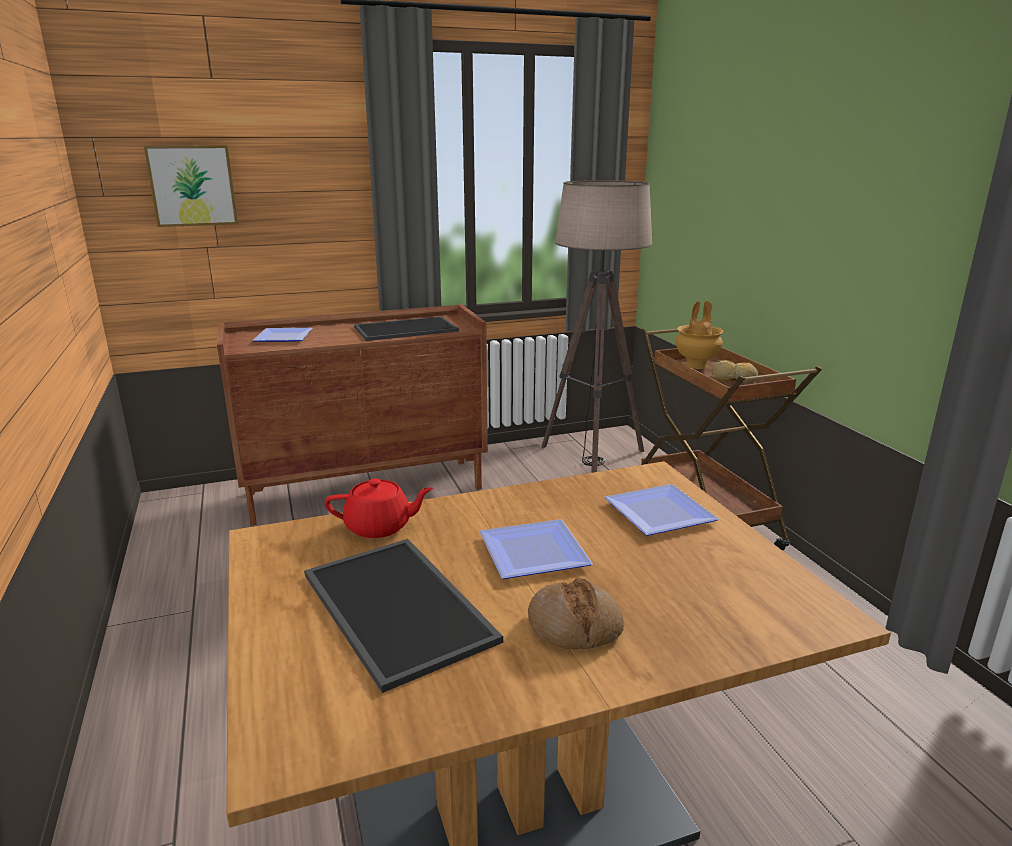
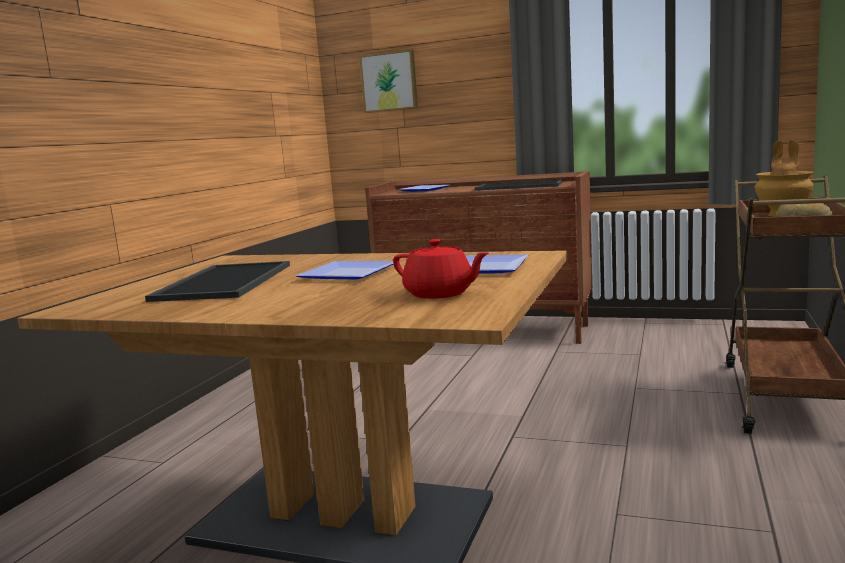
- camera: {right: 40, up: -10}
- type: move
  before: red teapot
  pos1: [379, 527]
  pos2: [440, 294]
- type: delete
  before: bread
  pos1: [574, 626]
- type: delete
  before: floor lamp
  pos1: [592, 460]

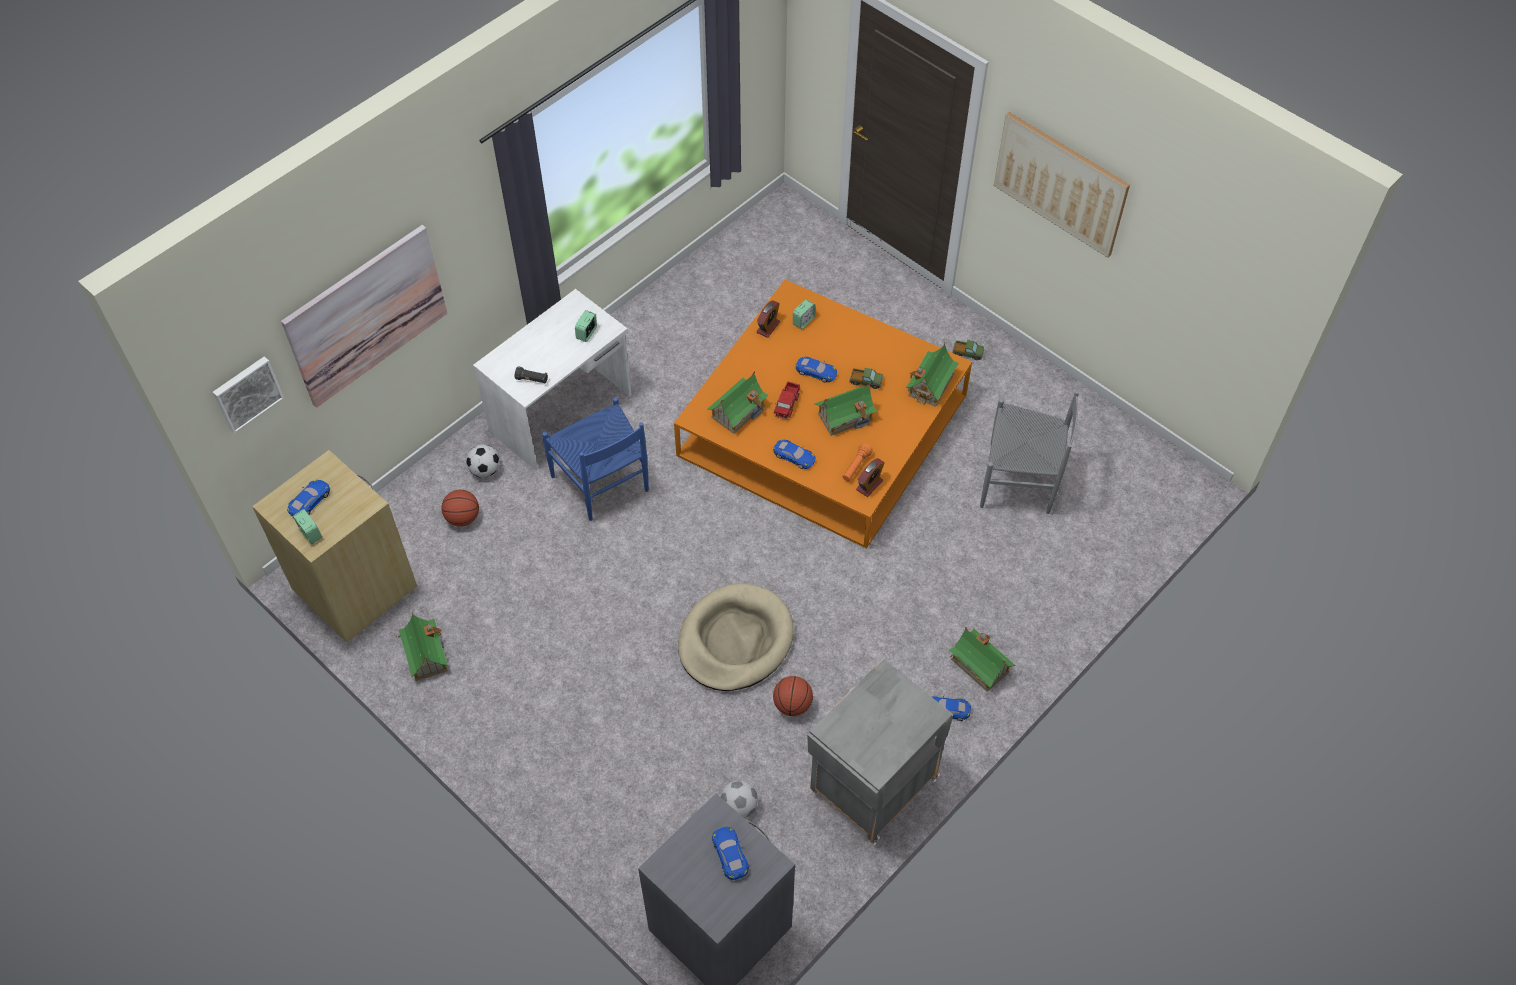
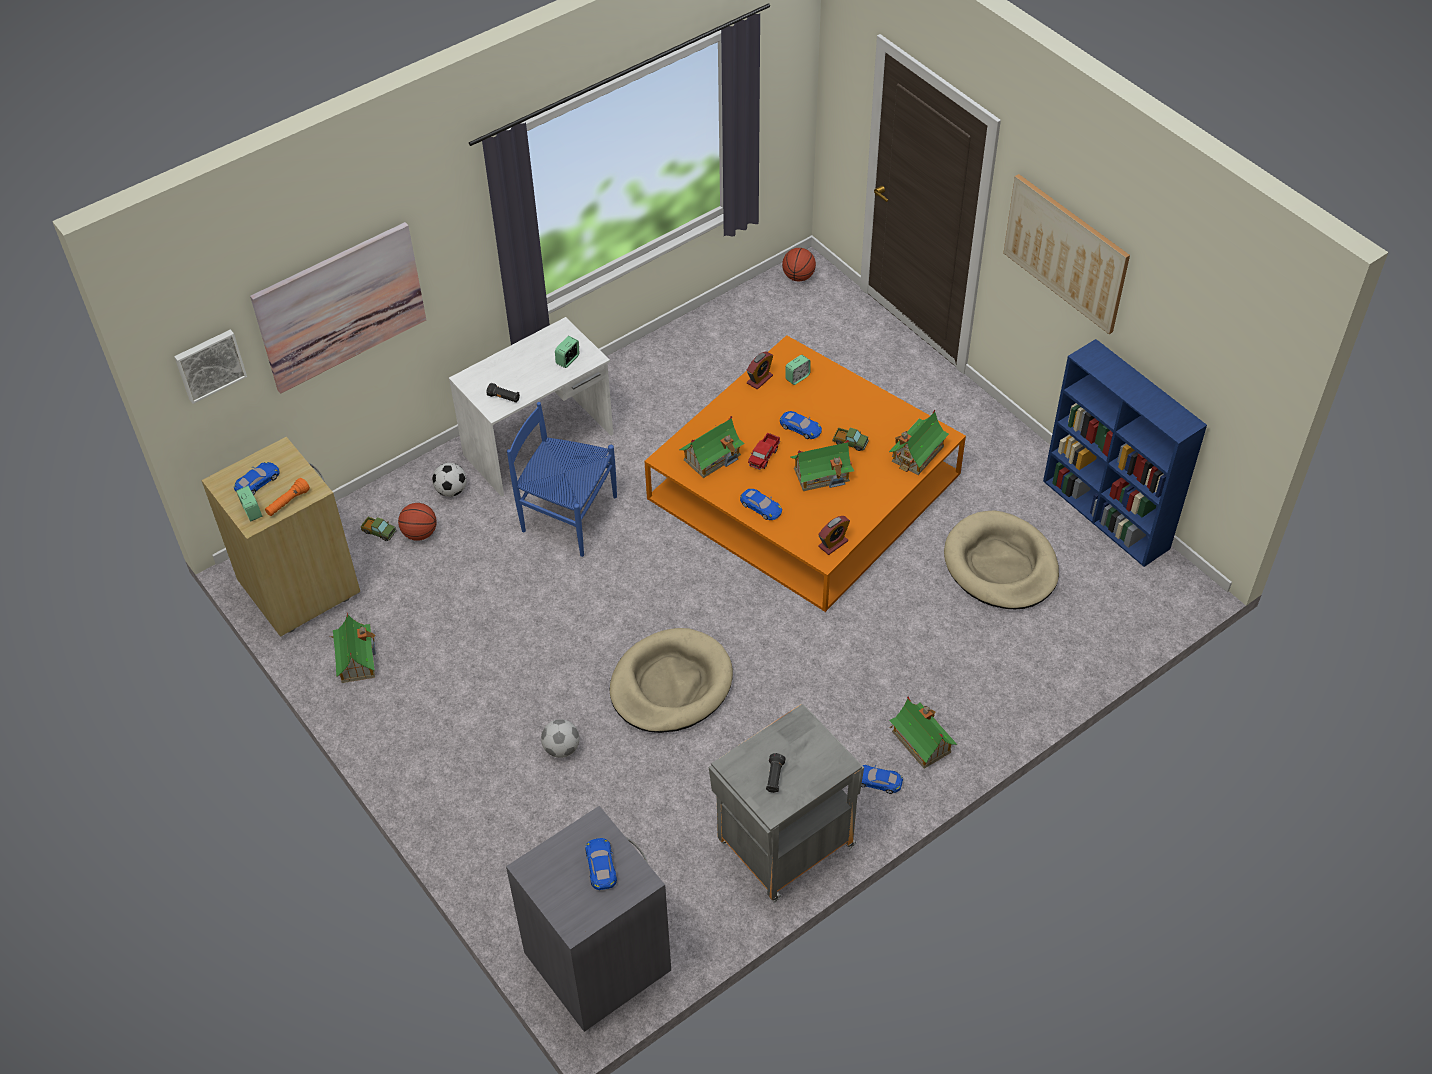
- camera: {right: 10, up: -5}
- type: move
  before: orange flashlight
  pos1: [856, 467]
  pos2: [288, 503]
- type: move
  before: toy truck
  pos1: [967, 353]
  pos2: [379, 532]
- type: rotate
  before: blue chair
  pos1: [603, 483]
  pos2: [567, 516]
  turn: 135
- type: move
  before: football
  pos1: [739, 807]
  pos2: [561, 748]
- type: insert
  after: black flashlight
  pos2: [774, 778]
- type: move
  before: basketball
  pos1: [792, 705]
  pos2: [798, 277]
- type: replace
  before: grey chair
  after: beige dog bed
  pos1: [1020, 481]
  pos2: [1000, 565]
- type: insert
  after: blue bookcase
  pos2: [1107, 515]

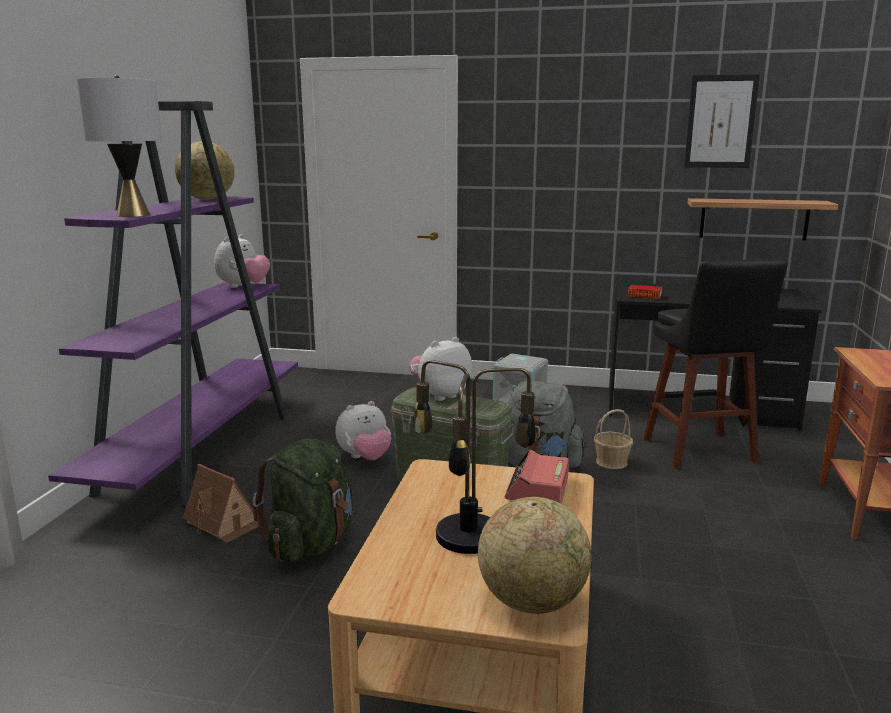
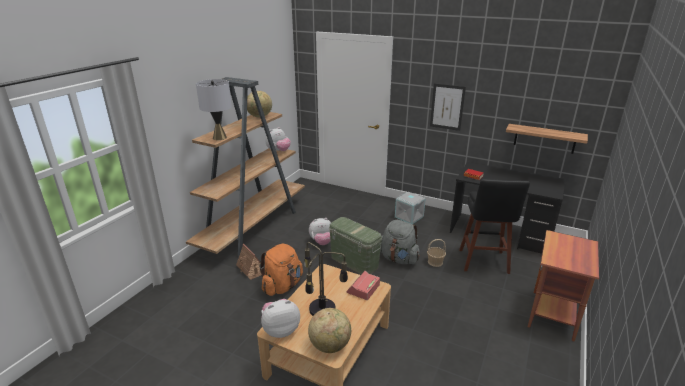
- camera: {right: 15, up: 10}
- type: recolor
  before: purple bookcase
  after: brown bookcase
  pos1: [201, 450]
  pos2: [253, 227]
- type: recolor
  before: green backpack
  after: orange backpack
  pos1: [311, 544]
  pos2: [282, 286]
- type: move
  before: plush toy
  pos1: [440, 395]
  pos2: [280, 330]
- type: move
  before: picture
  pos1: [720, 122]
  pos2: [447, 107]

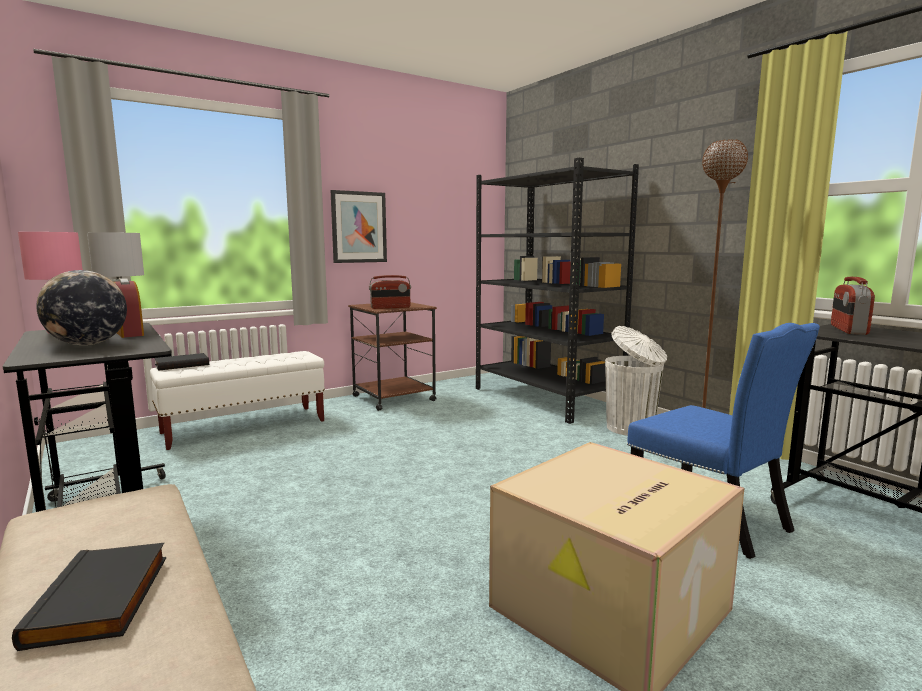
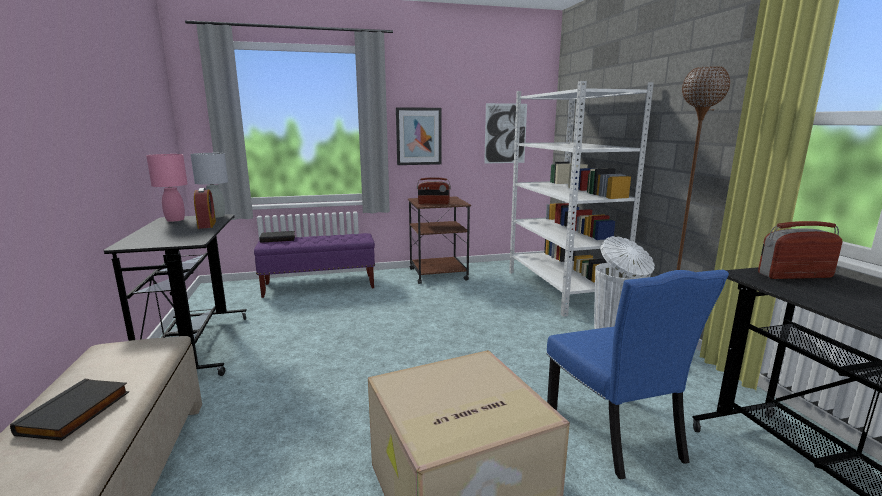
- camera: {right: 20, up: 5}
- type: recolor
  before: white bench
  after: purple bench
  pos1: [245, 427]
  pos2: [319, 286]
- type: insert
  after: picture
  pos2: [505, 133]
- type: recolor
  before: black bookcase
  after: white bookcase
  pos1: [545, 398]
  pos2: [561, 289]
- type: rotate
  before: radio
  pos1: [848, 330]
  pos2: [794, 275]
  turn: 45
- type: delete
  before: globe
  pos1: [87, 344]

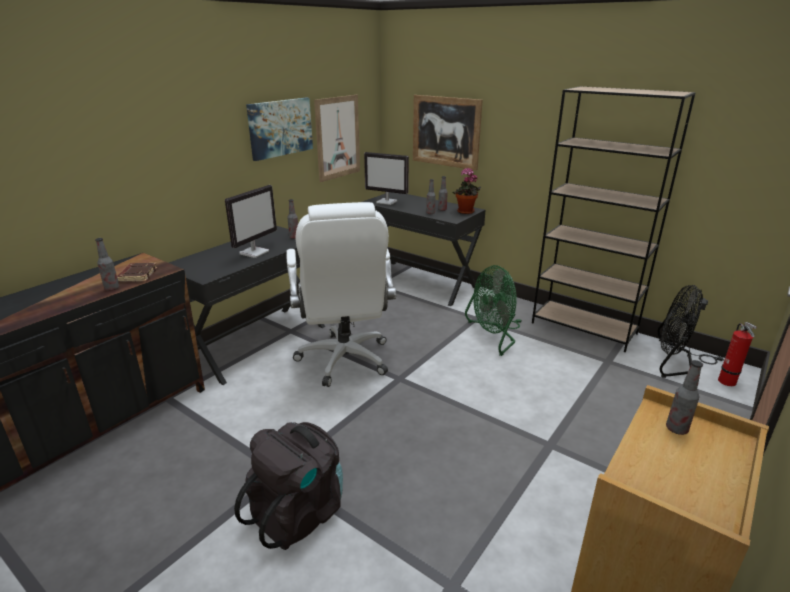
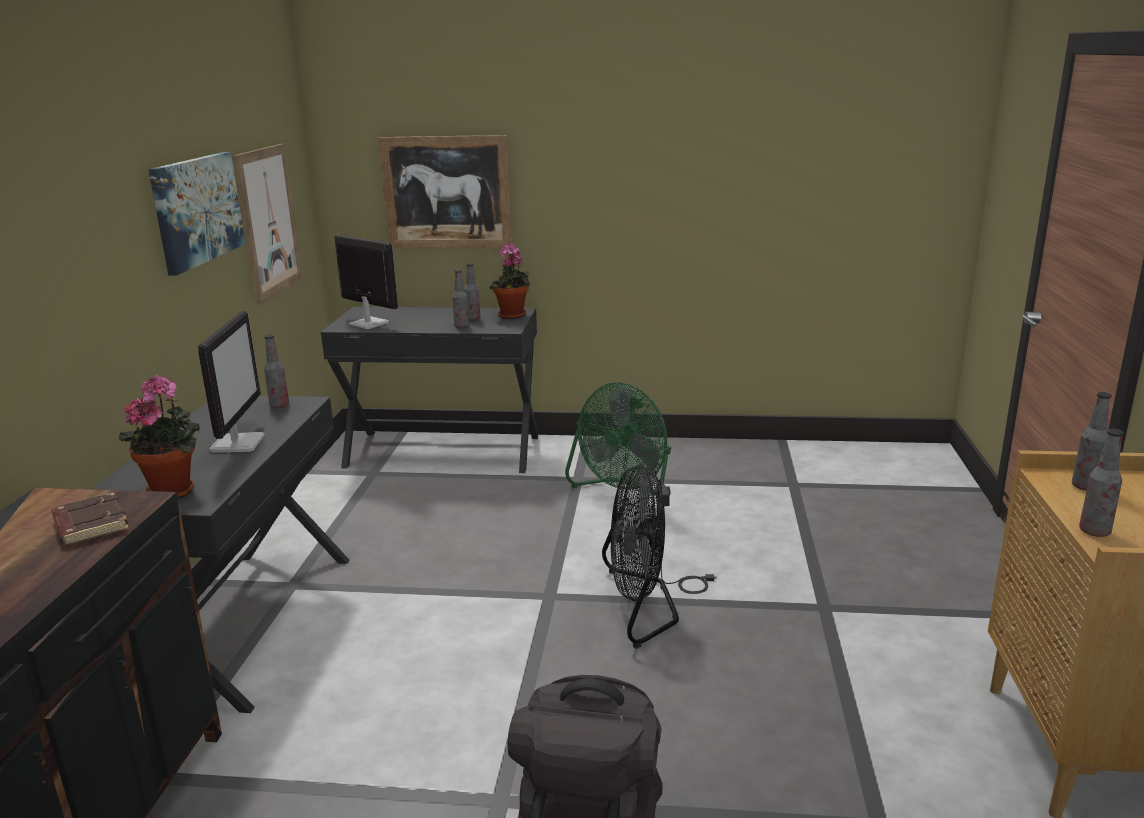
- camera: {right: -30, up: -5}
- type: insert
  after: potted plant
  pos2: [174, 490]
- type: rotate
  before: monitor
  pos1: [387, 202]
  pos2: [368, 324]
  turn: -135
- type: move
  before: black fan
  pos1: [678, 359]
  pos2: [649, 602]
- type: move
  before: bottle
  pos1: [112, 288]
  pos2: [1094, 531]
- type: delete
  before: white office chair
  pos1: [344, 360]
- type: delete
  before: beige bookcase
  pos1: [584, 328]
- type: delete
  before: fire extinguisher
  pos1: [728, 382]

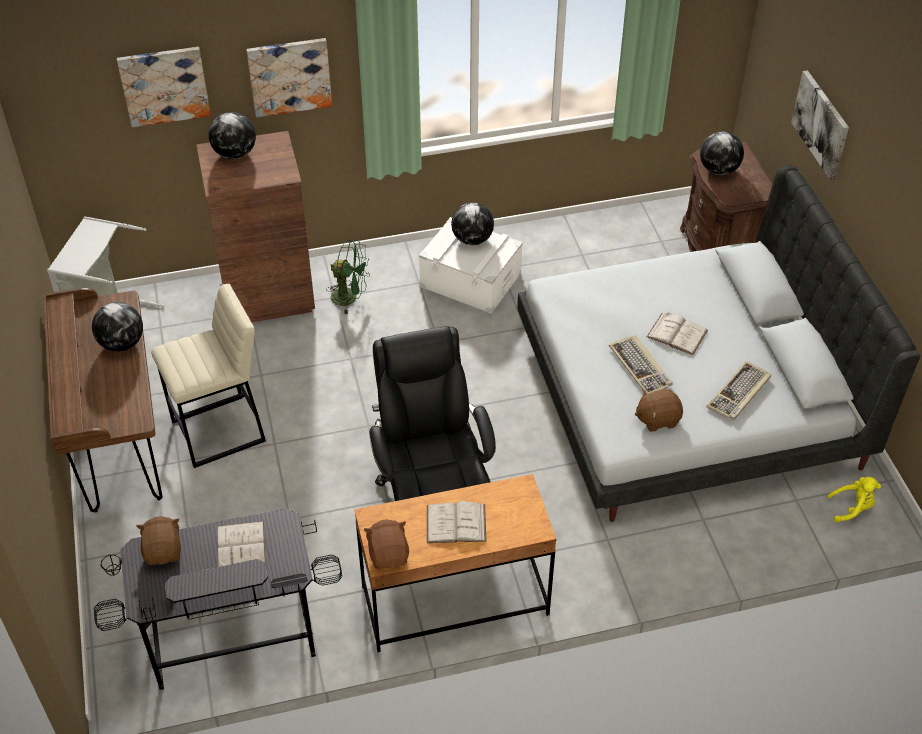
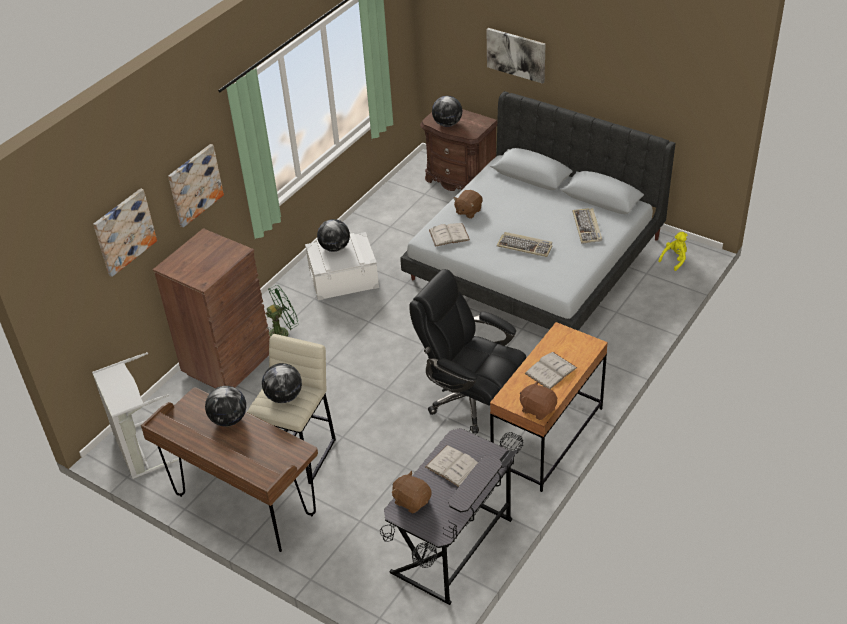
- camera: {right: -40, up: -5}
- type: move
  before: globe
  pos1: [235, 154]
  pos2: [284, 396]
- type: move
  before: white book
  pos1: [677, 334]
  pos2: [449, 235]
- type: move
  before: brown plush toy
  pos1: [657, 419]
  pos2: [468, 211]

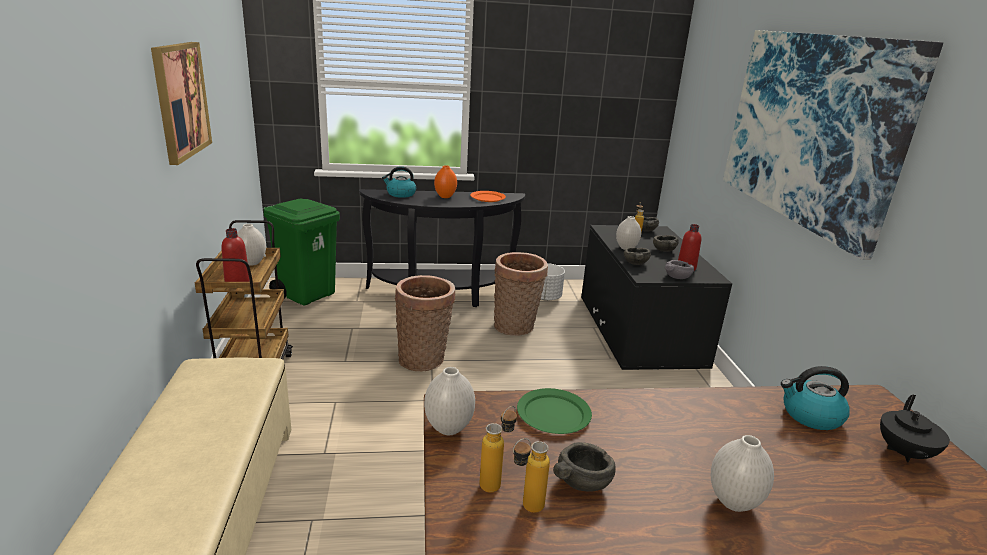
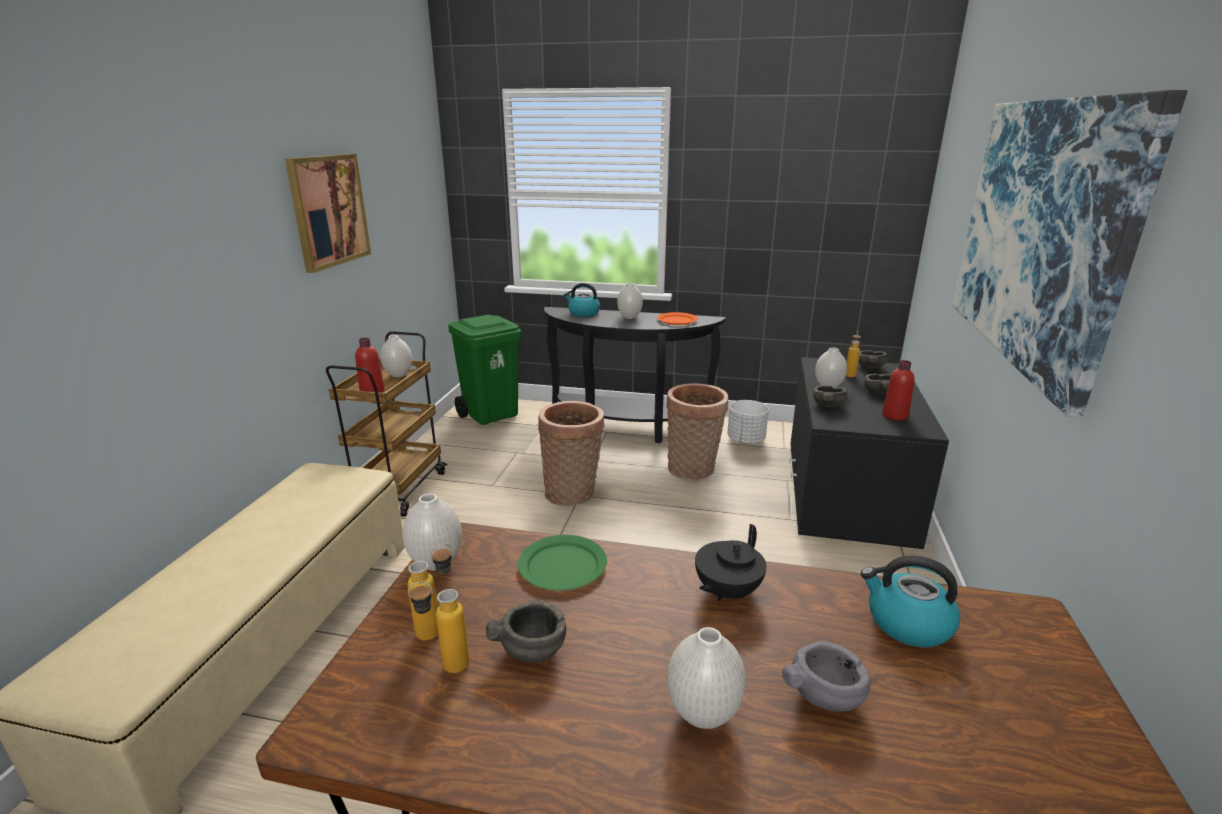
- camera: {right: 20, up: 0}
- type: recolor
  before: orange vase
  after: white vase
  pos1: [445, 197]
  pos2: [630, 317]
- type: move
  before: black teapot
  pos1: [904, 453]
  pos2: [726, 591]
- type: move
  before: grey bowl
  pos1: [676, 277]
  pos2: [824, 694]

